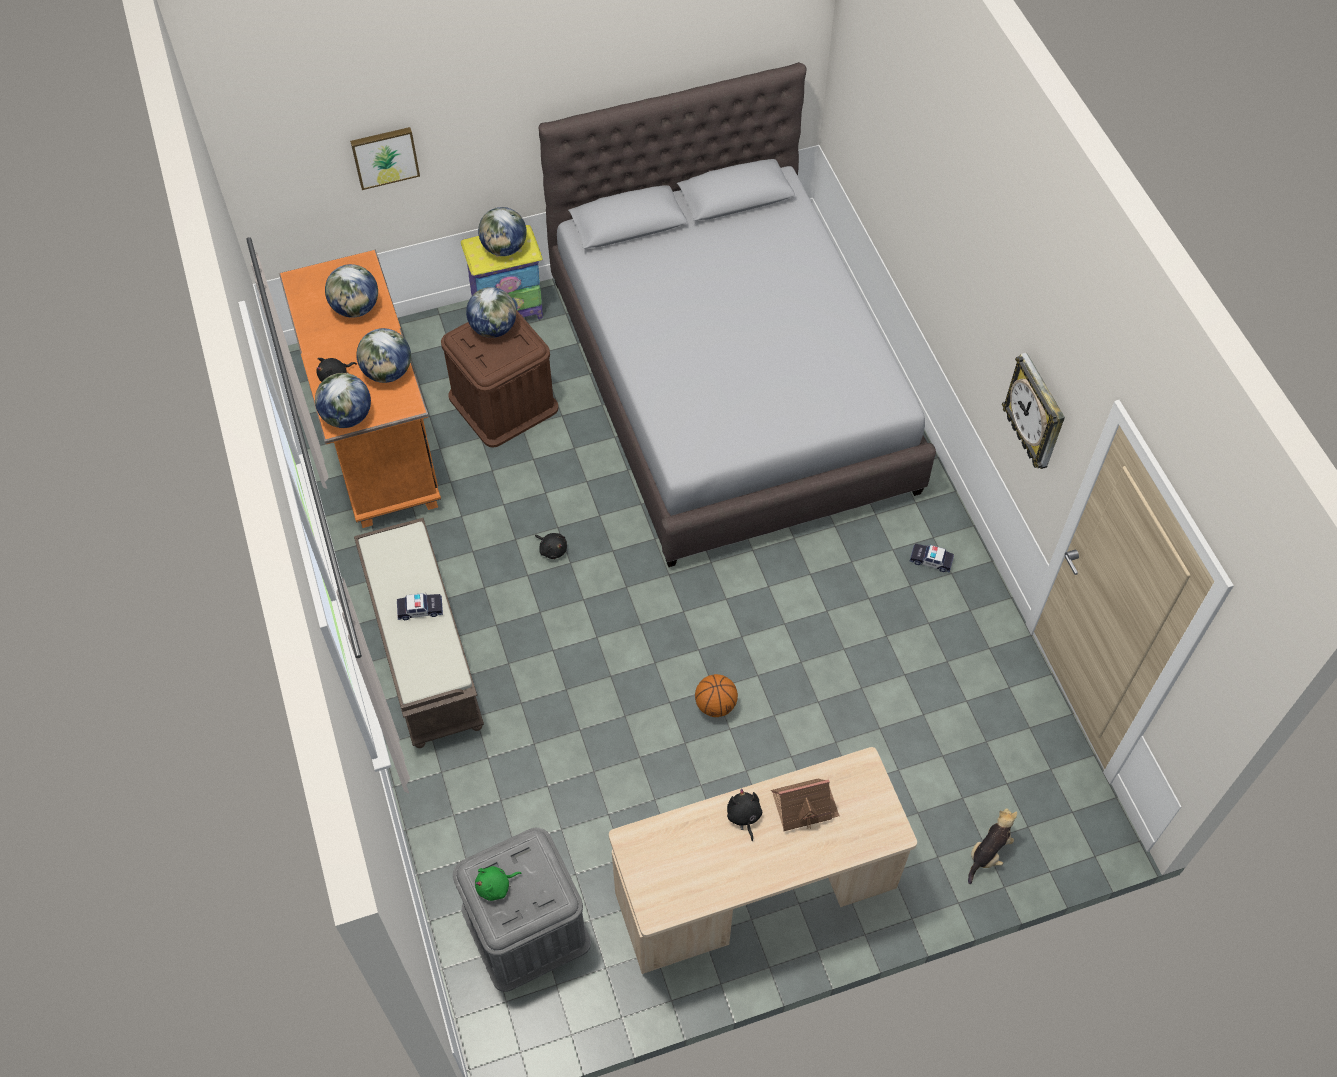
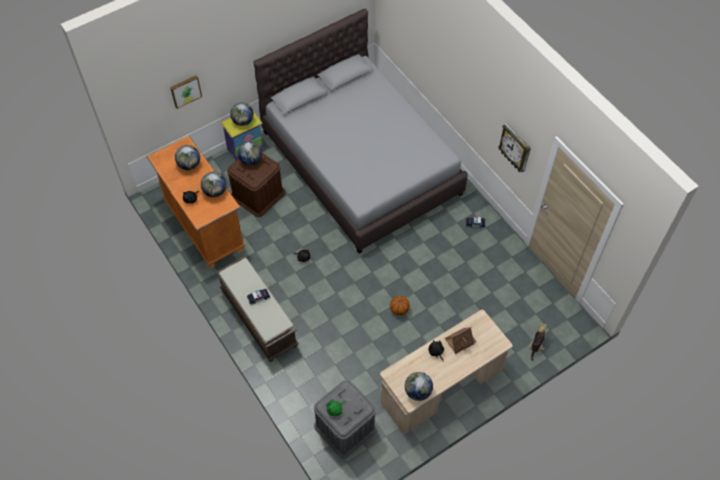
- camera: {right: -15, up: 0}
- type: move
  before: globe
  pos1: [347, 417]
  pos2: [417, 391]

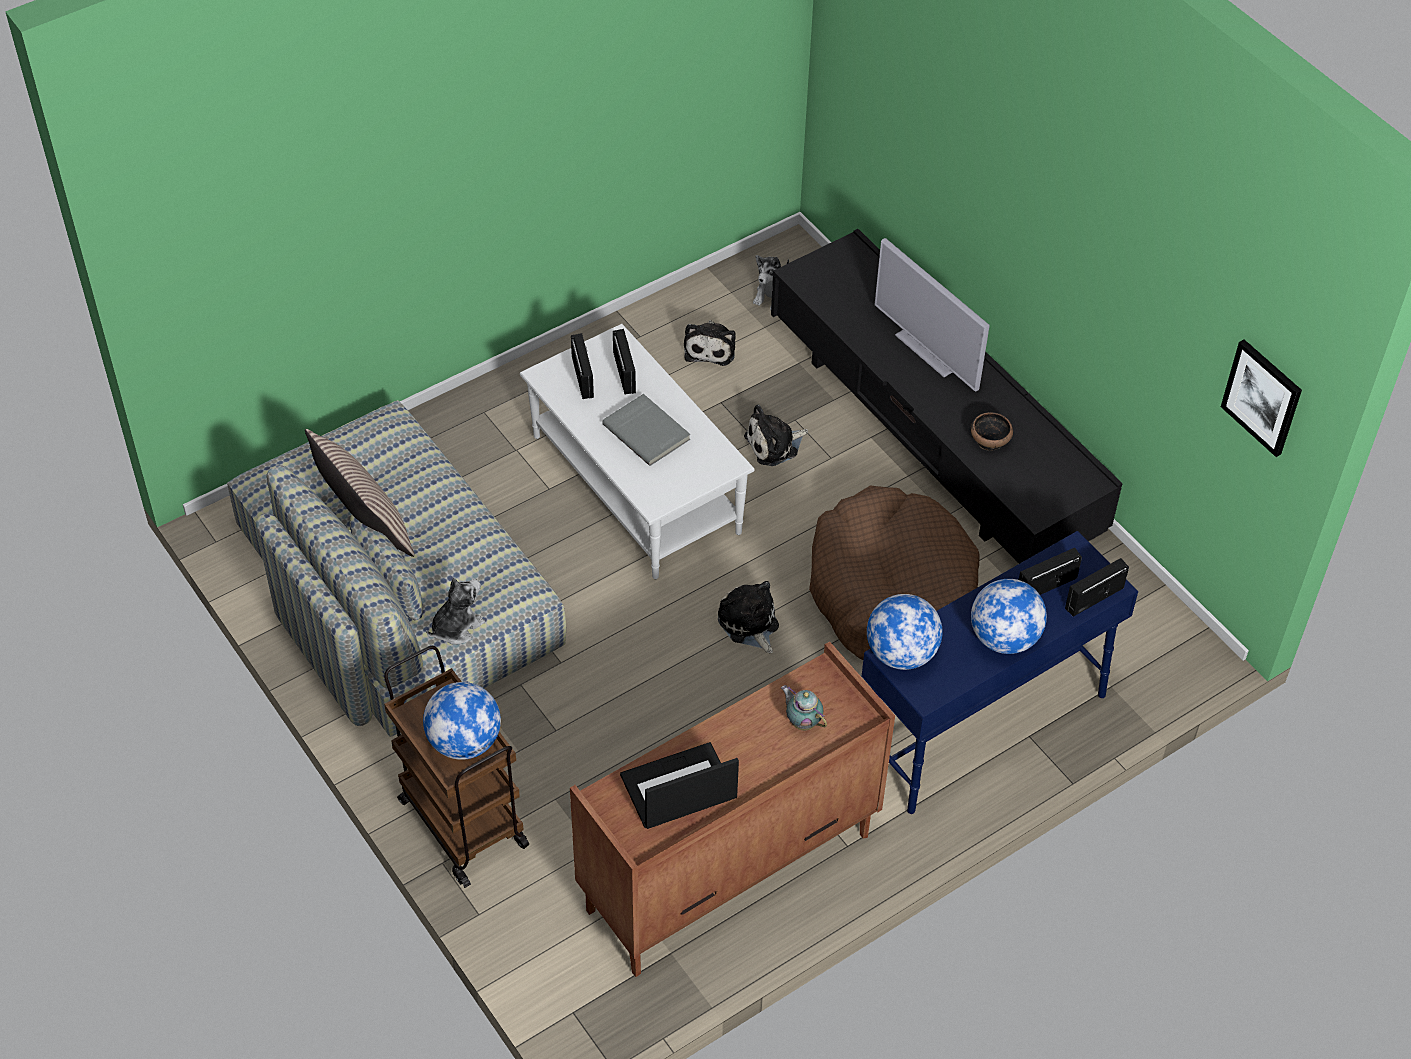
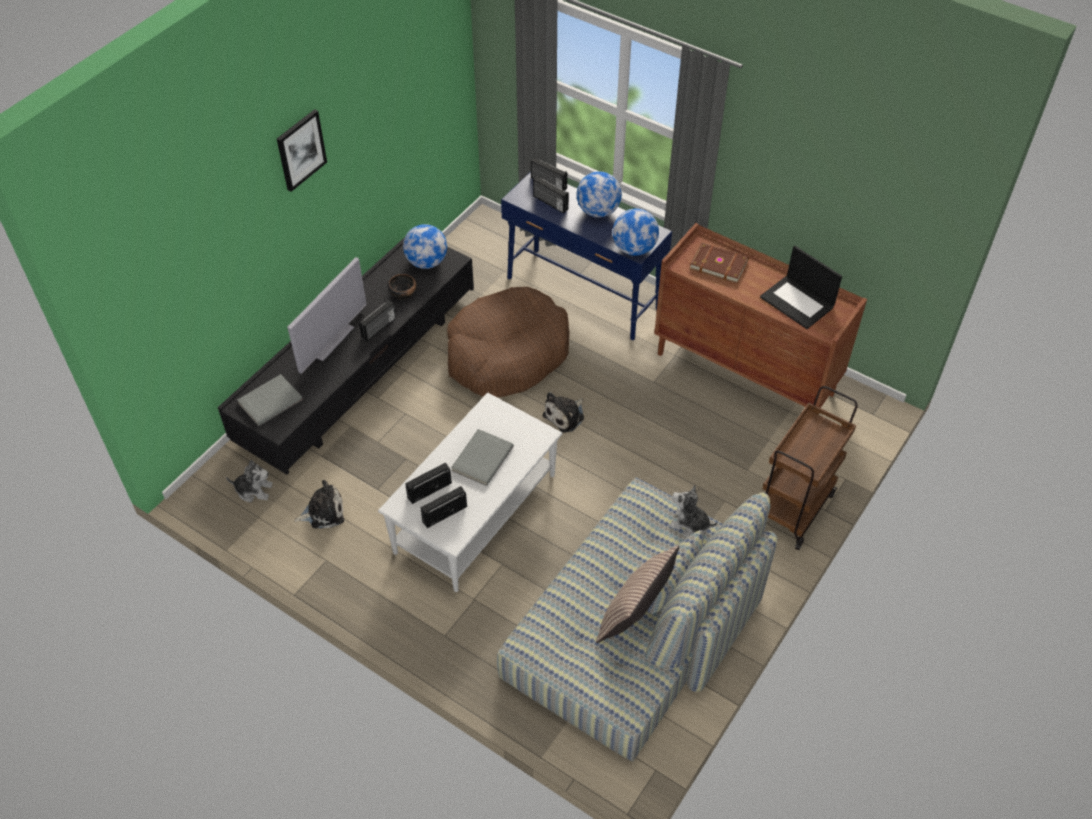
- camera: {right: -110, up: 0}
- type: insert
  after: grey book
  pos2: [269, 401]
- type: move
  before: picture
  pos1: [1262, 397]
  pos2: [300, 150]
- type: insert
  after: radio
  pos2: [379, 328]
- type: move
  before: globe
  pos1: [464, 742]
  pos2: [426, 262]
- type: replace
  before: teapot
  after: brown book
  pos1: [802, 721]
  pos2: [718, 264]
- type: delete
  before: plush toy
  pos1: [774, 445]

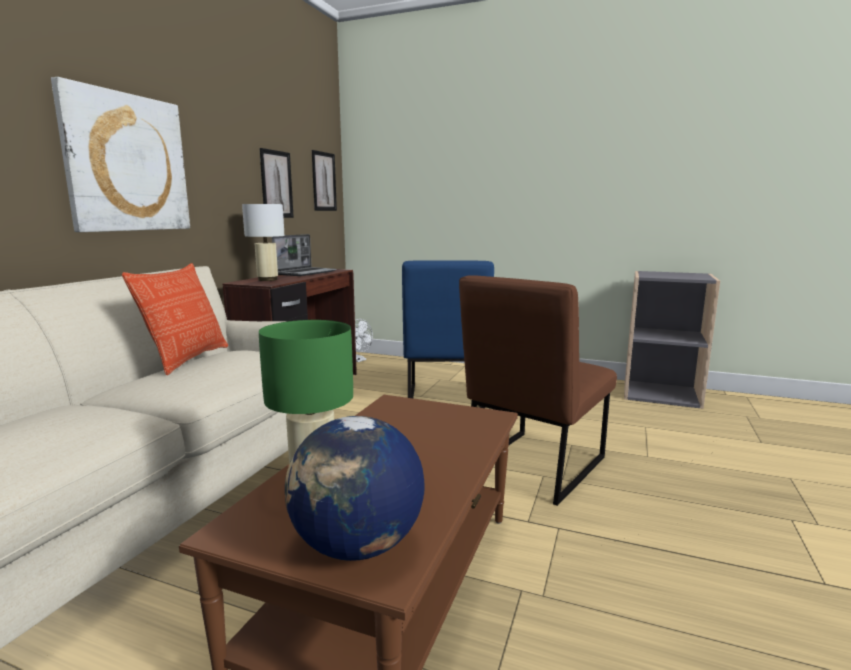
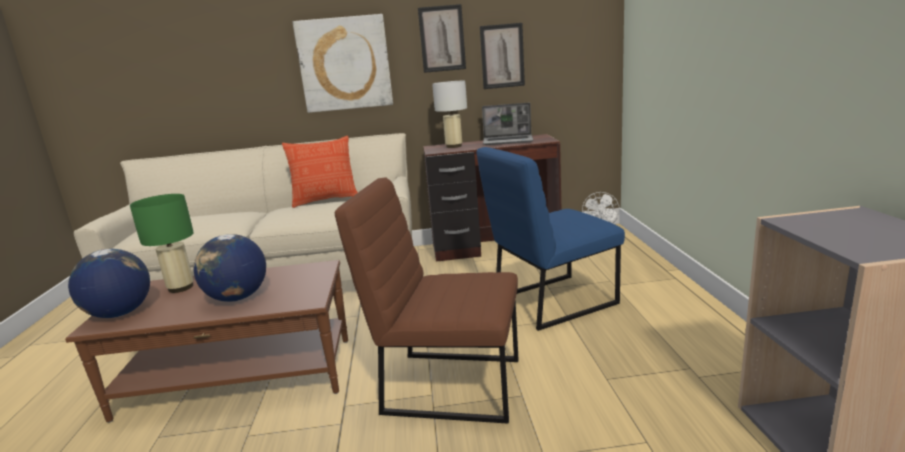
- camera: {right: 65, up: 5}
- type: insert
  after: globe
  pos2: [237, 298]
- type: move
  before: picture
  pos1: [324, 181]
  pos2: [442, 39]

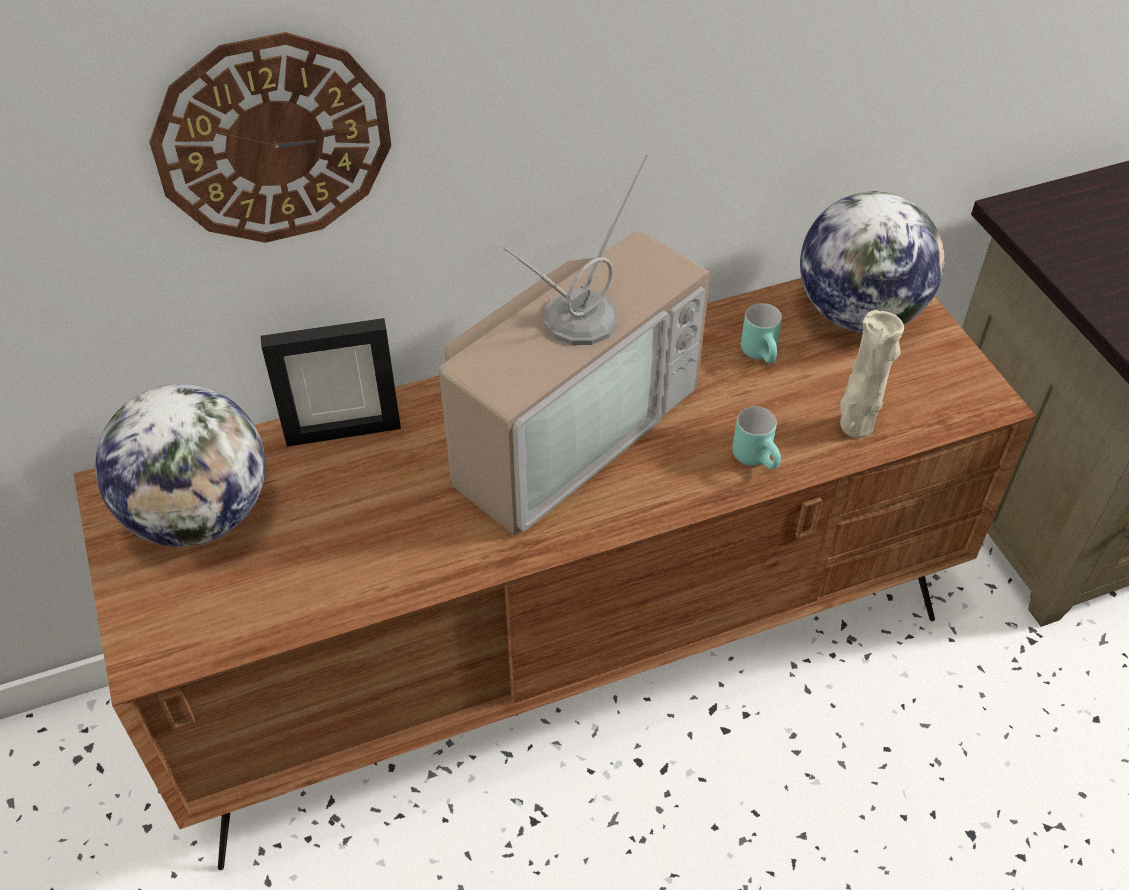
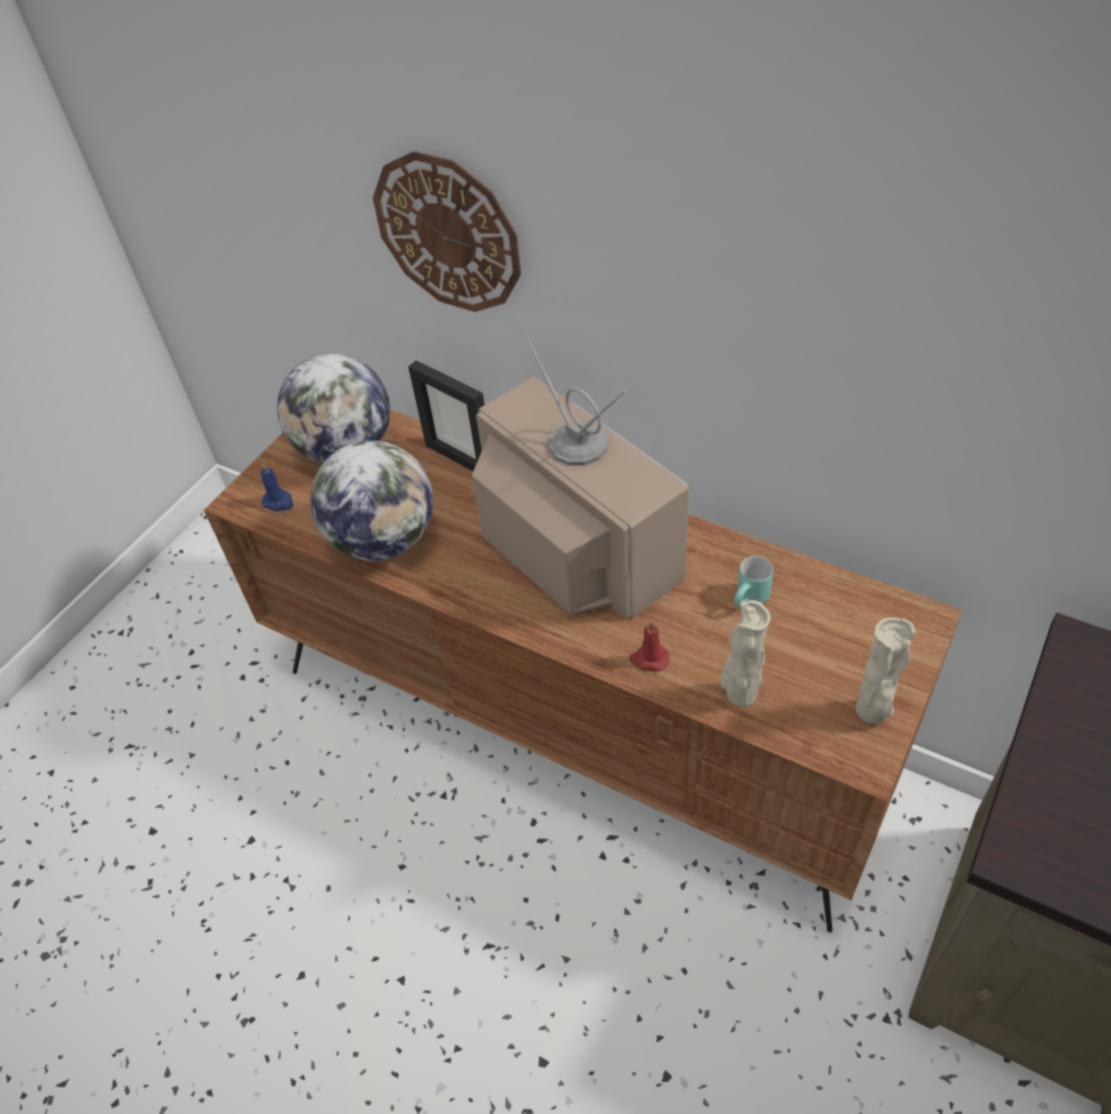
- camera: {right: 55, up: 0}
- type: insert
  after: blue candle
  pos2: [279, 502]
- type: move
  before: globe
  pos1: [858, 313]
  pos2: [384, 540]
- type: rotate
  before: television
  pos1: [566, 424]
  pos2: [572, 546]
  turn: -135
- type: replace
  before: turquoise mug
  after: red candle
  pos1: [759, 459]
  pos2: [649, 659]
- type: insert
  after: beige vase
  pos2: [872, 713]

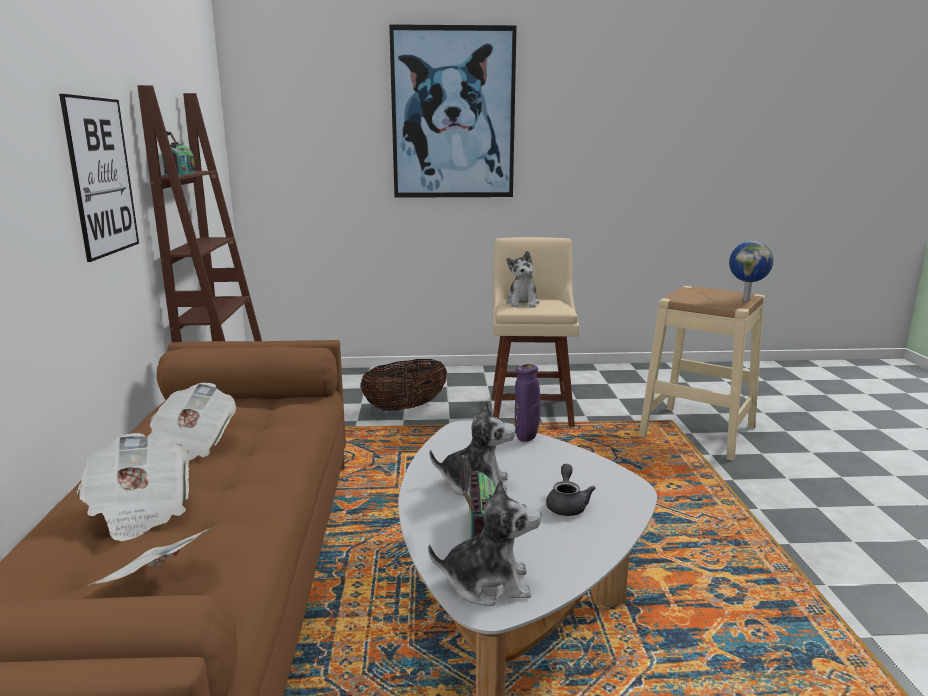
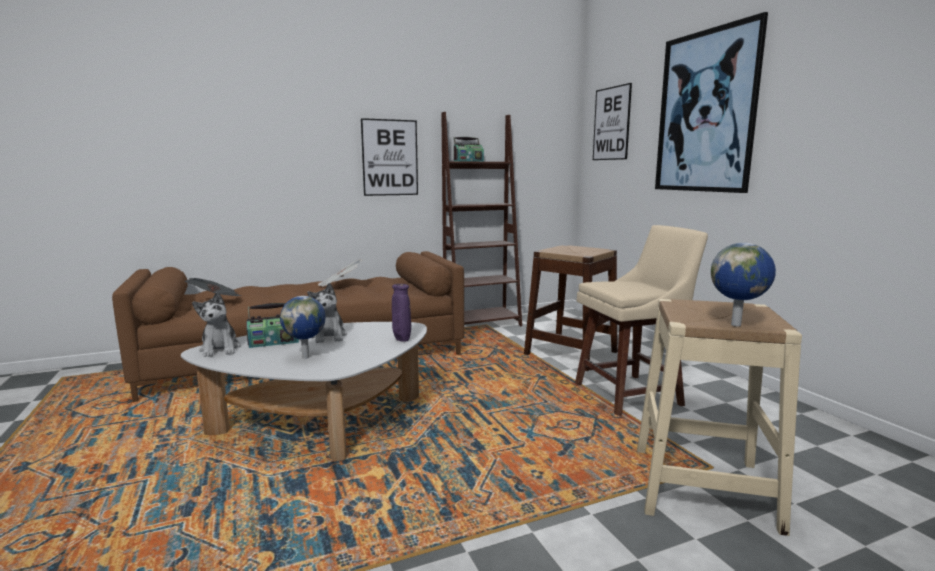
- camera: {right: 70, up: -5}
- type: replace
  before: grey teapot
  after: globe
  pos1: [567, 505]
  pos2: [306, 357]
- type: replace
  before: basket
  after: brown stool
  pos1: [405, 408]
  pos2: [571, 353]
- type: insert
  after: picture
  pos2: [611, 123]
- type: delete
  before: newspaper
  pos1: [140, 510]
- type: delete
  before: plush toy
  pos1: [523, 303]

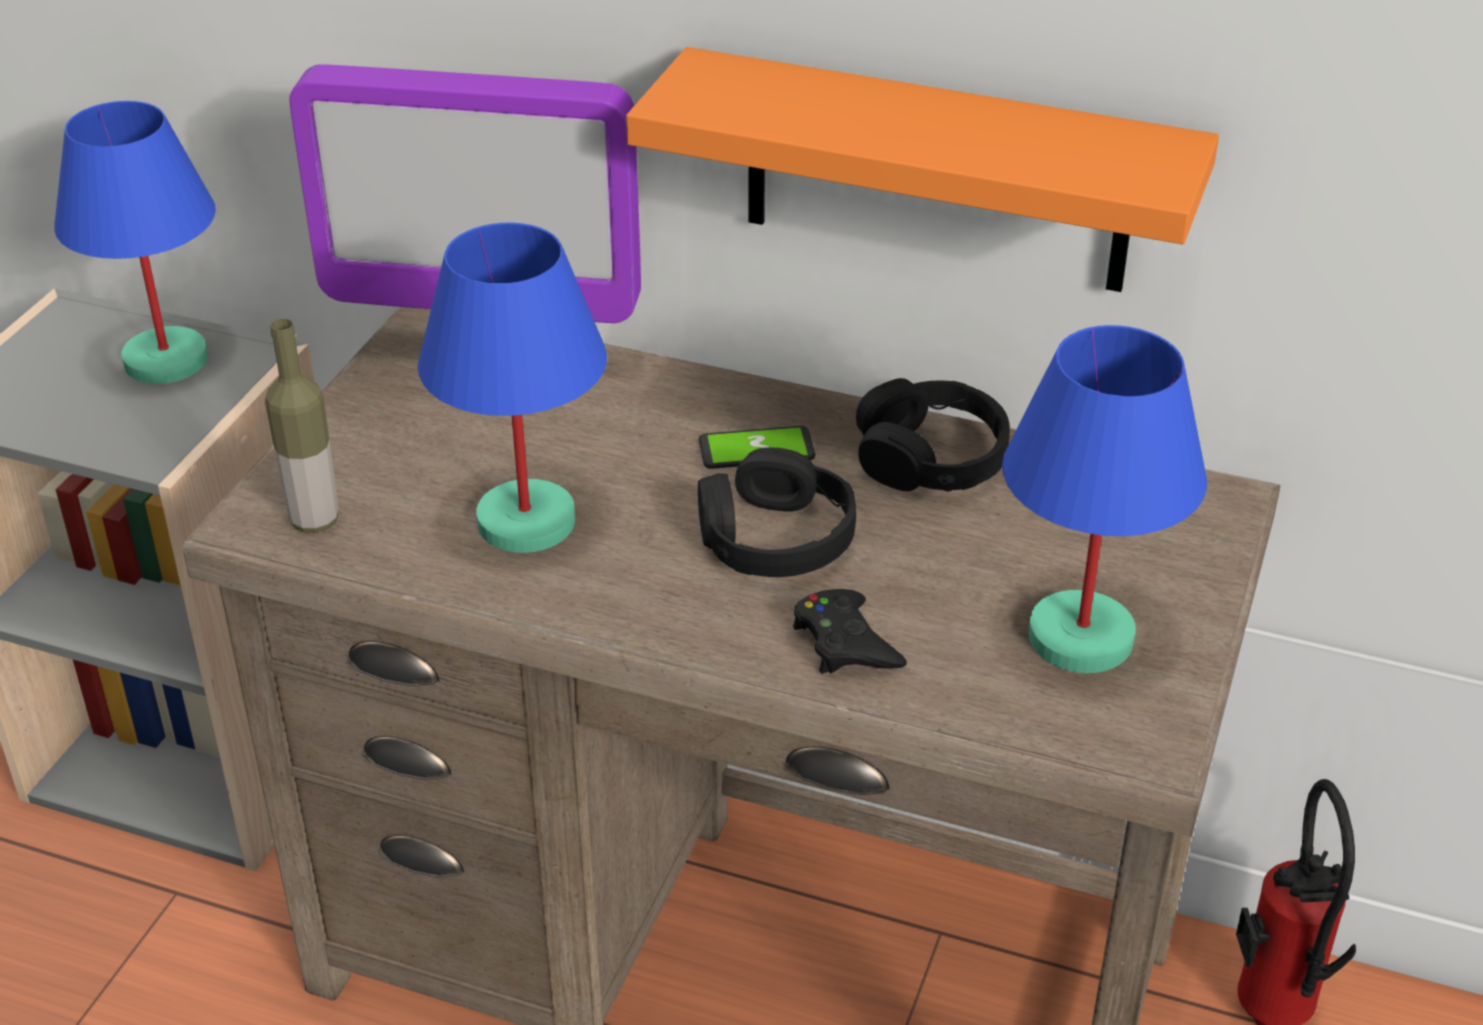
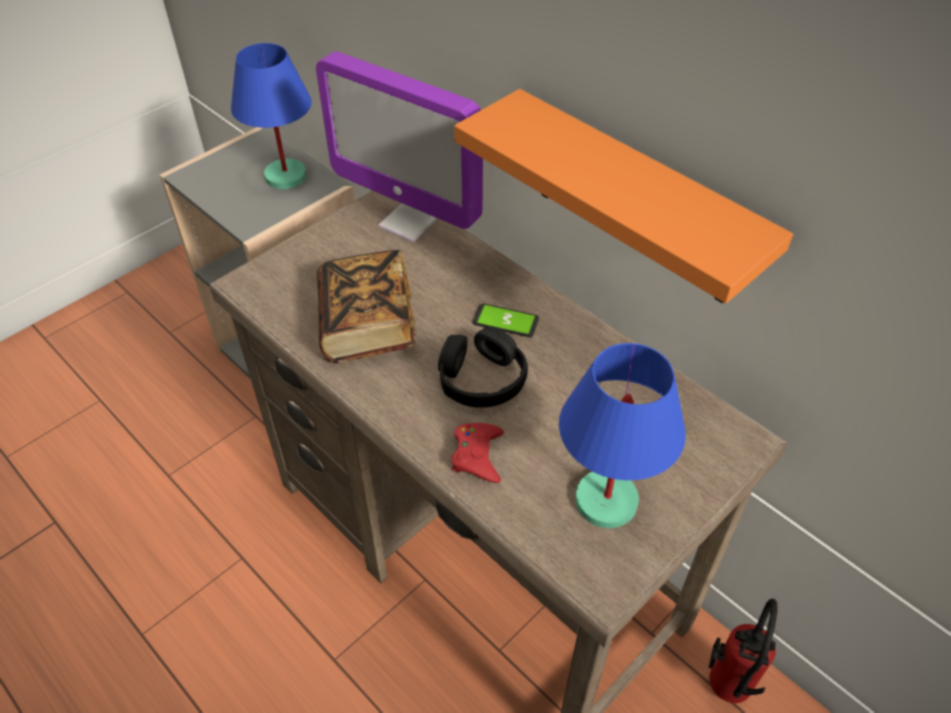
- camera: {right: 25, up: 10}
- type: replace
  before: blue table lamp
  after: book
  pos1: [527, 520]
  pos2: [367, 325]
- type: recolor
  before: black game controller
  after: red game controller
  pos1: [845, 642]
  pos2: [477, 455]
- type: delete
  before: bottle
  pos1: [314, 521]
- type: delete
  before: black headphones
  pos1: [931, 458]

